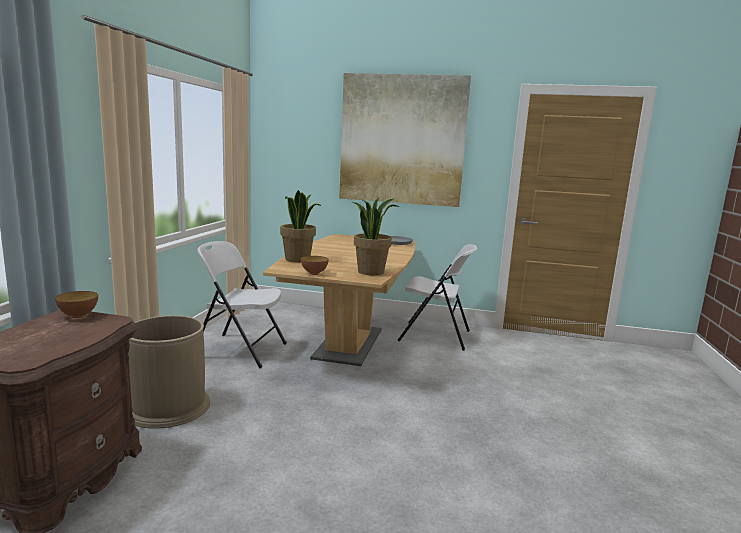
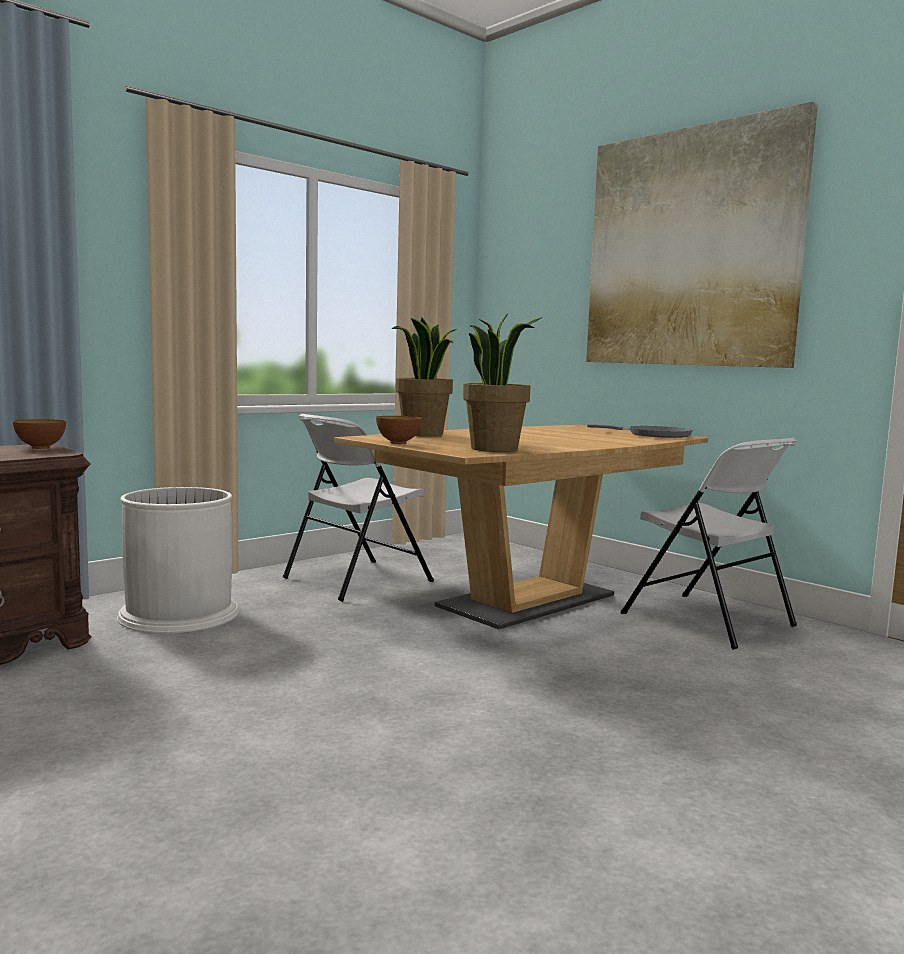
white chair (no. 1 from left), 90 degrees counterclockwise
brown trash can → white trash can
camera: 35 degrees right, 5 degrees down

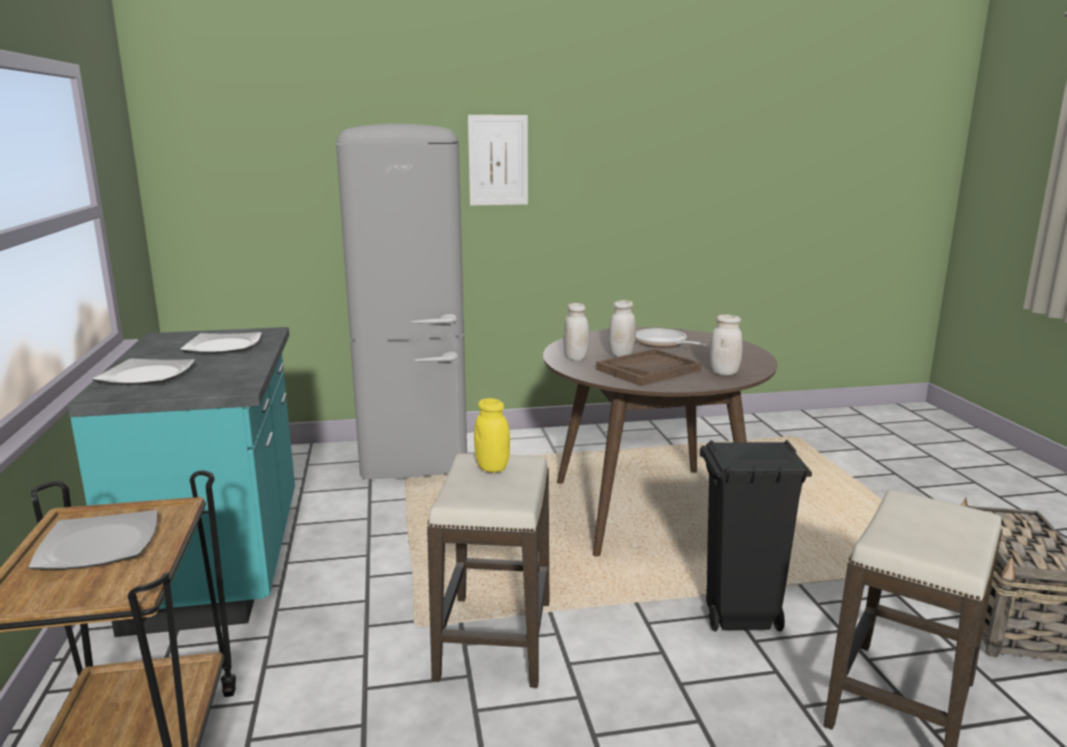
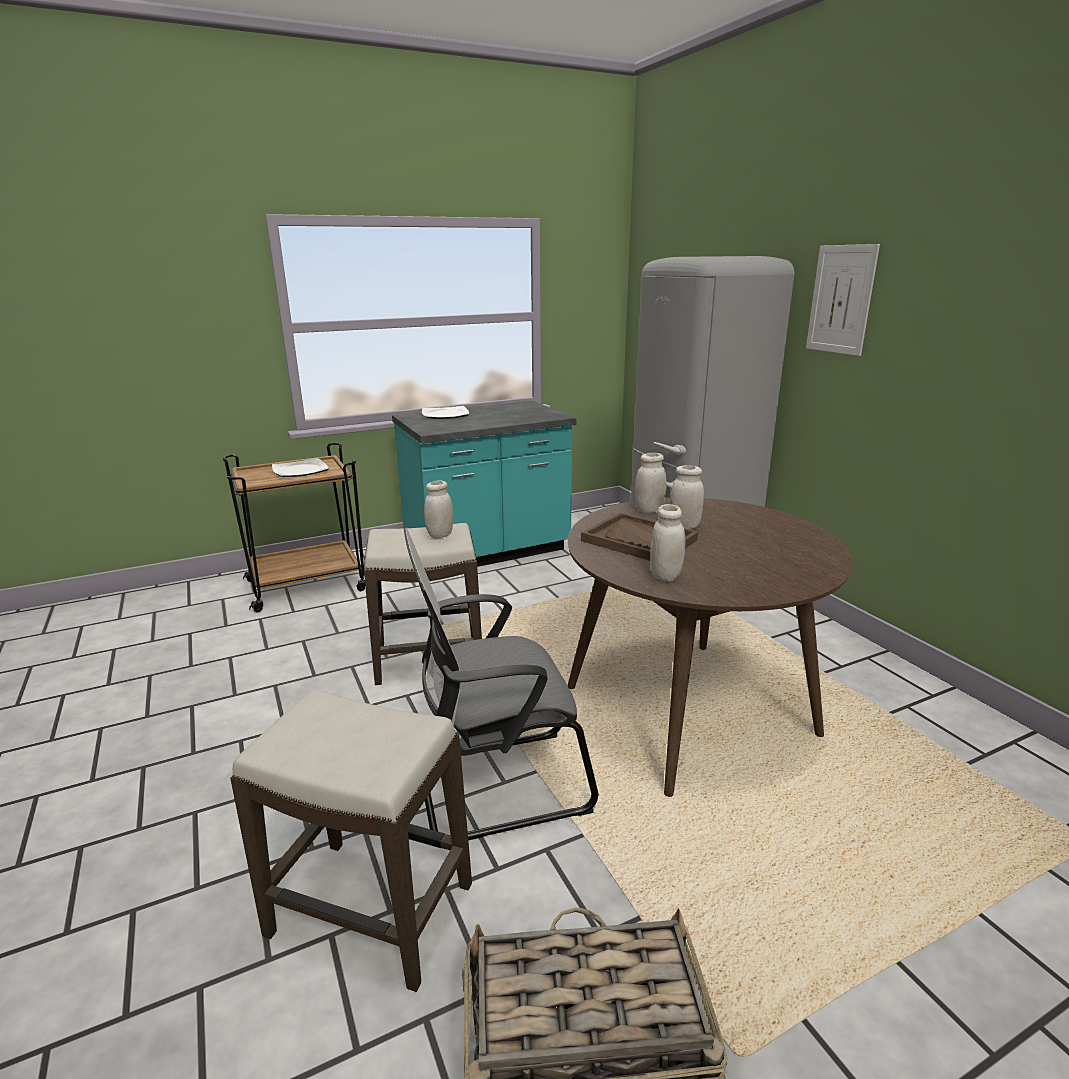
frying pan → -
plate (no. 3 from left) → -
yellow jar → white jar (no. 1 from left)
black trash can → chair
camera: 75 degrees right, 5 degrees up

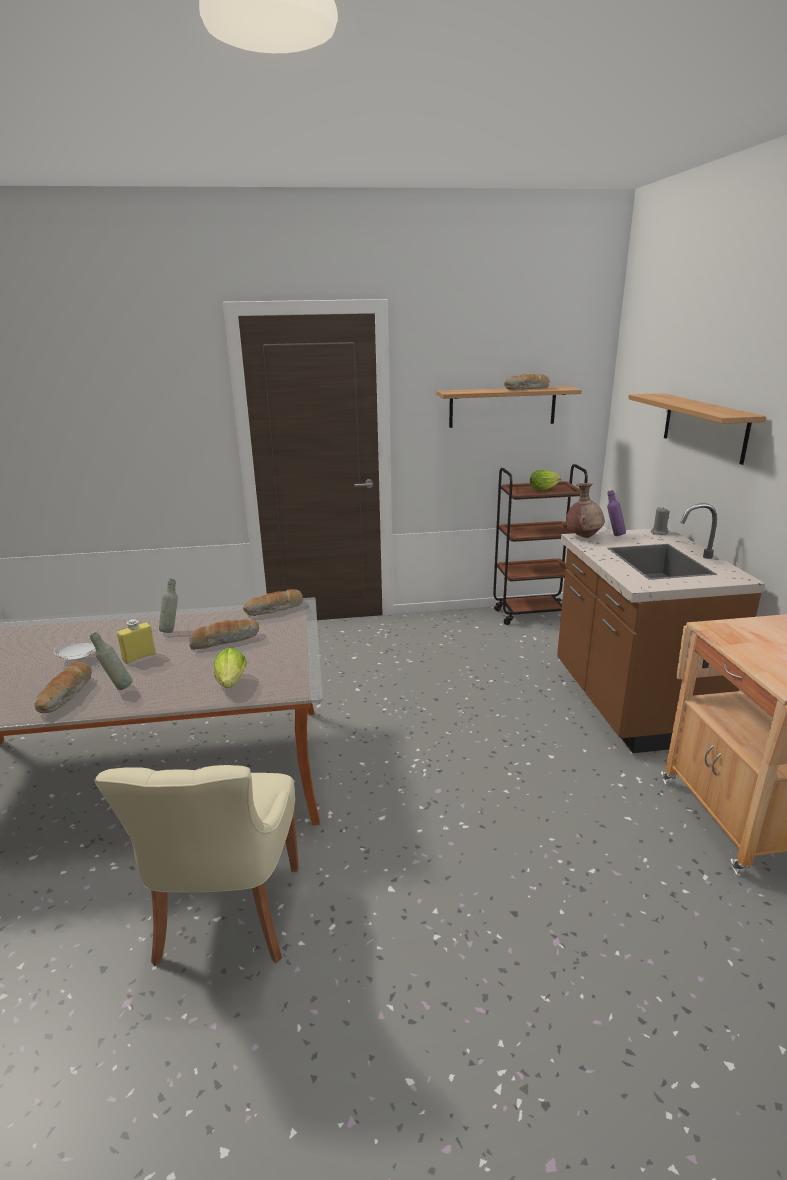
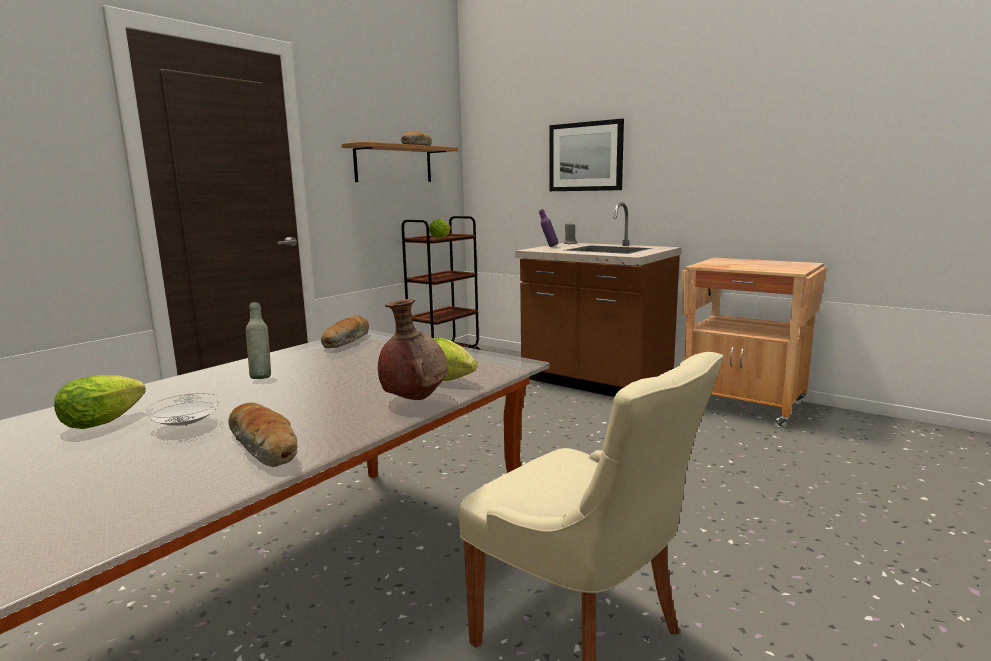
shelf (no. 2 from left) → picture
brown vase, shifted
yellow bottle → -
bread (no. 2 from left) → -
grey bottle (no. 1 from left) → -
- → lettuce (no. 1 from left)
camera: 45 degrees left, 10 degrees down

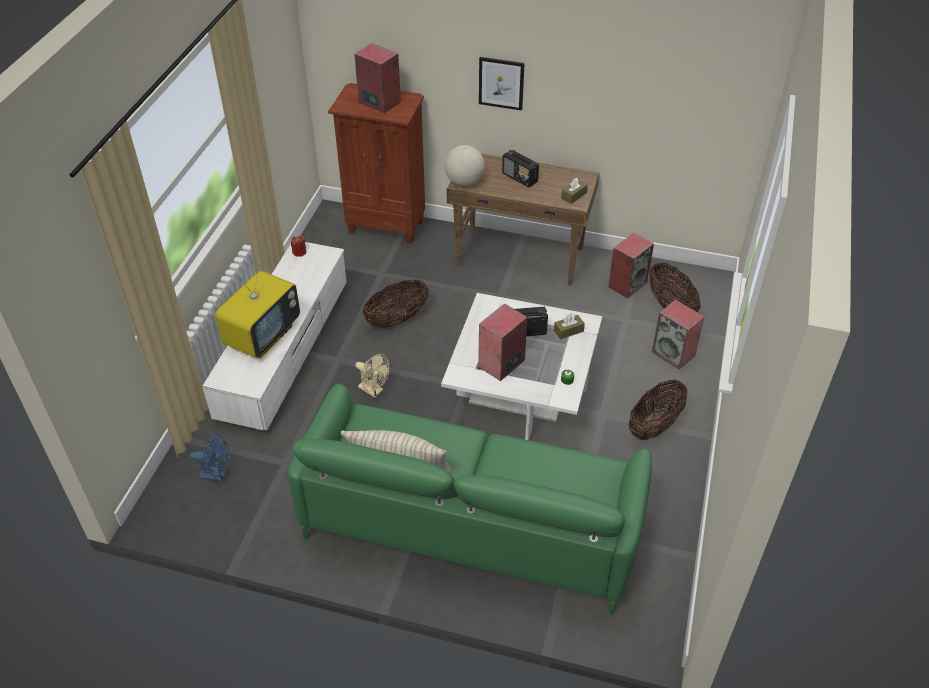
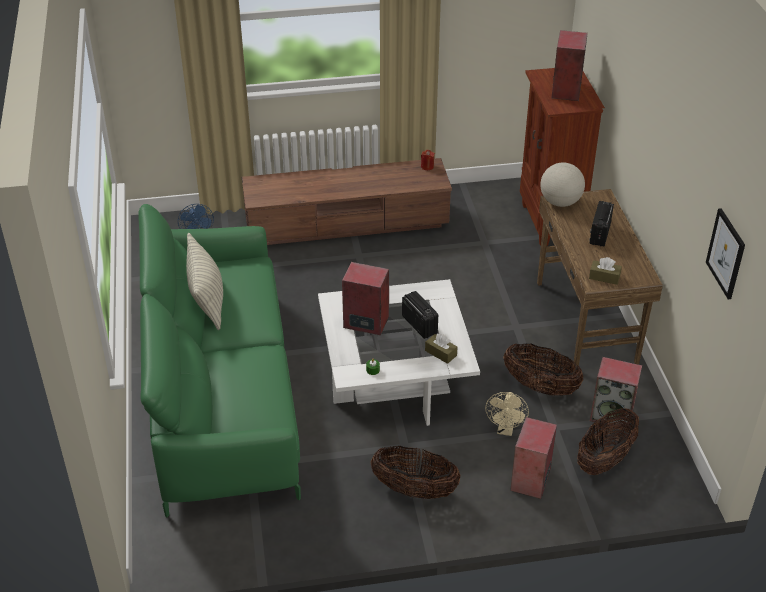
picture, shifted
white tv stand → brown tv stand
television → -
basket (no. 1 from left in the first image) → basket (no. 2 from left), shifted
beige fan, shifted
camera: 65 degrees right, 5 degrees down

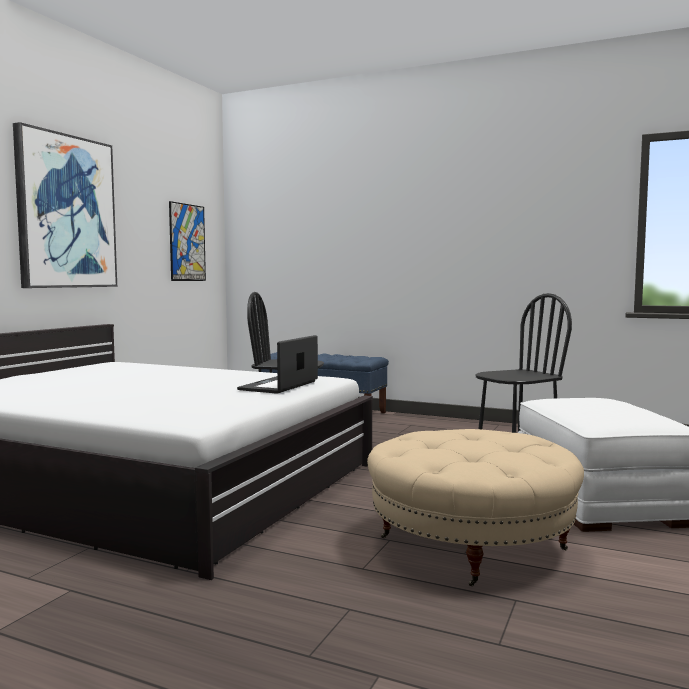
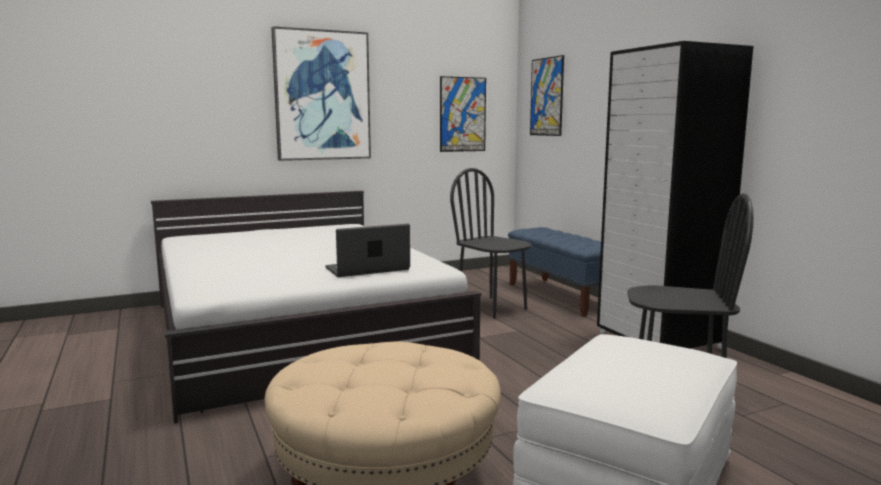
- → wardrobe
- → picture (no. 3 from left)
camera: 40 degrees right, 5 degrees up

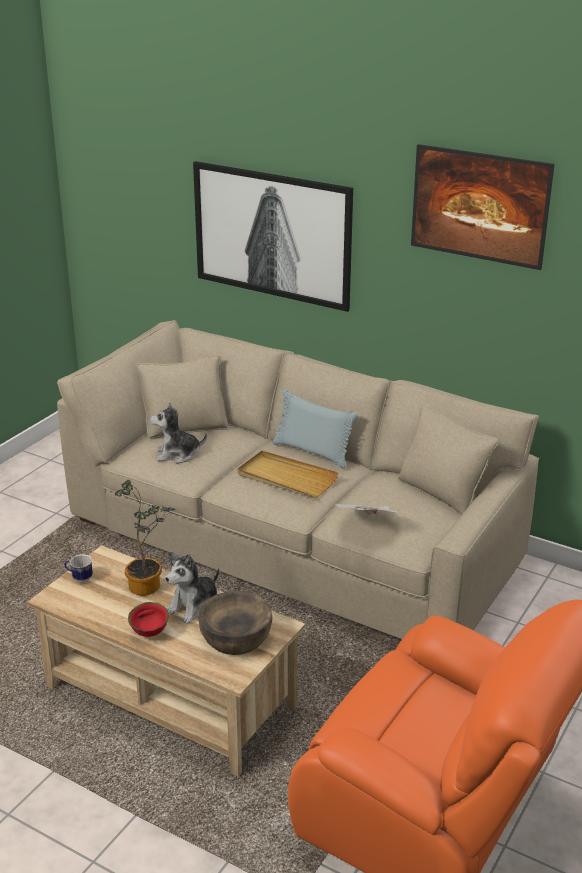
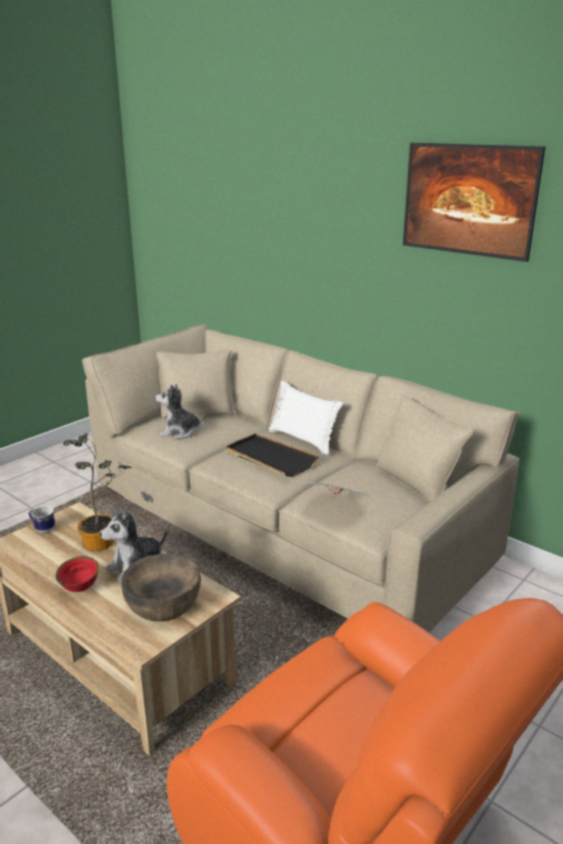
picture (no. 1 from left) → -
blue pillow → white pillow
beige tray → black tray
camera: 10 degrees right, 5 degrees down

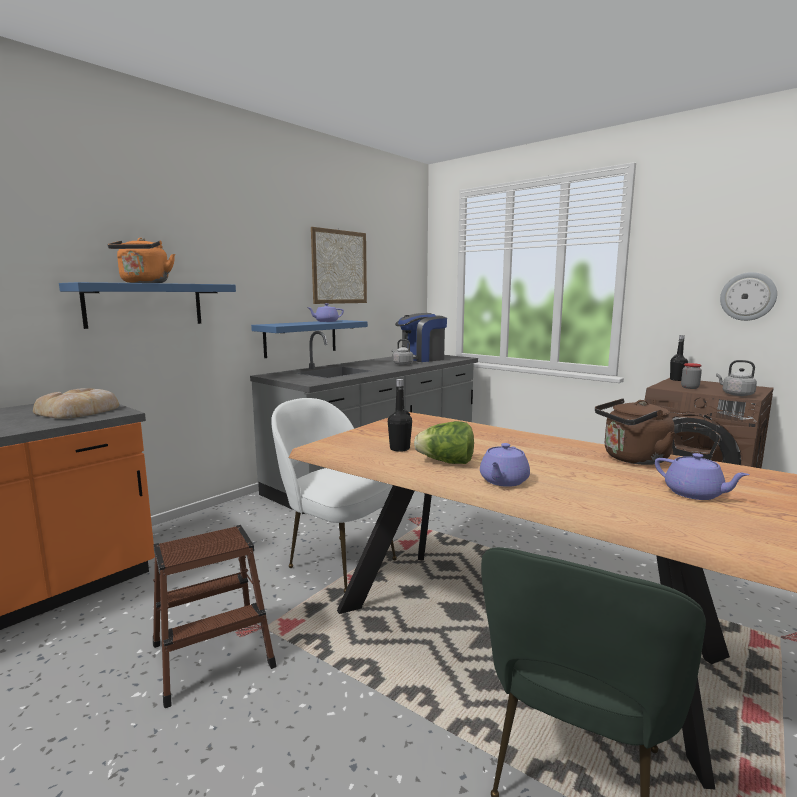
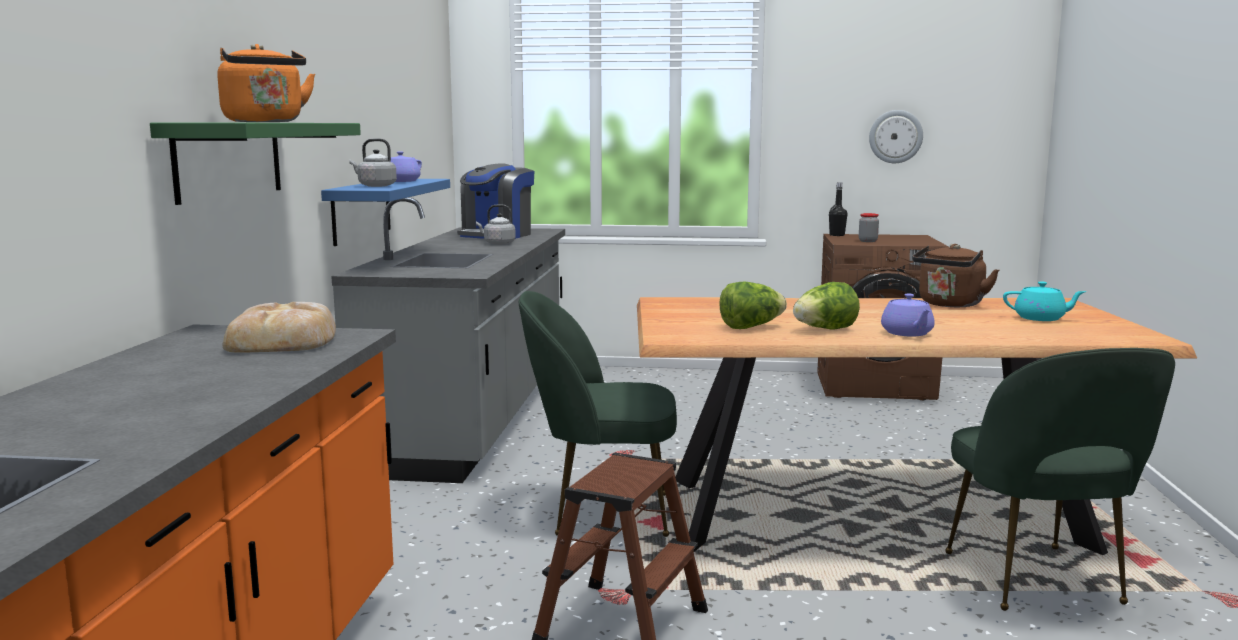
picture → -
blue shelf (no. 1 from left) → green shelf
grey kettle (no. 2 from left in the first image) → grey kettle (no. 1 from left), shifted
black bottle (no. 1 from left) → lettuce (no. 1 from left)
white chair → green chair (no. 1 from left)
purple teapot (no. 3 from left) → turquoise teapot
camera: 35 degrees left, 0 degrees up

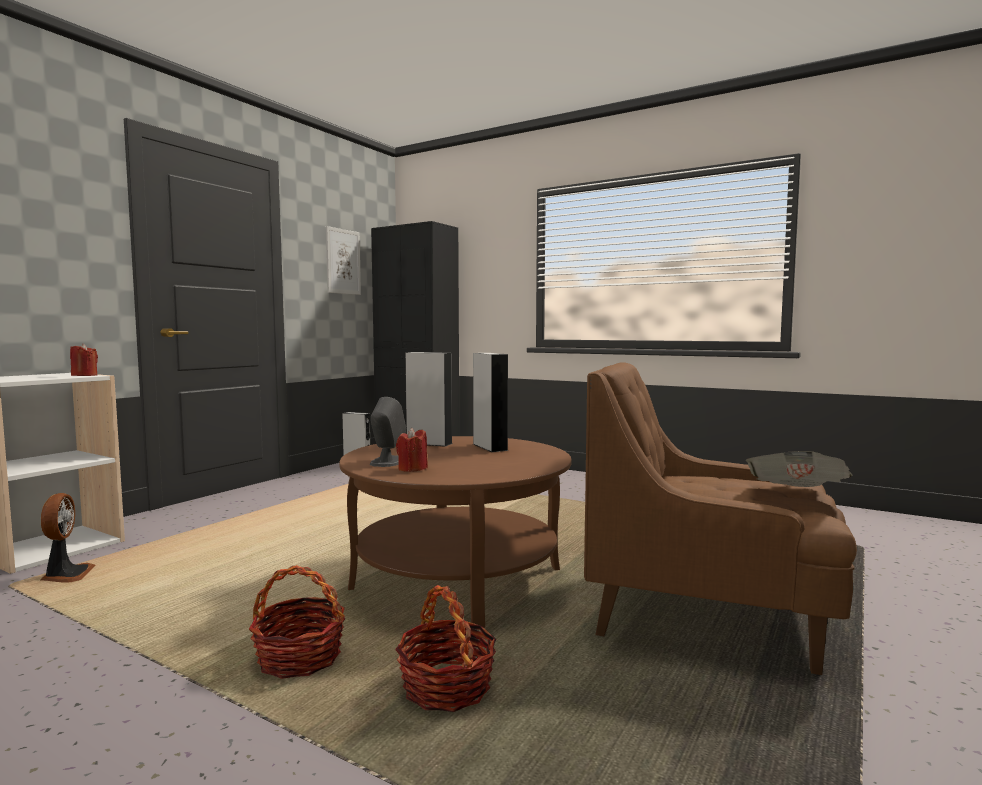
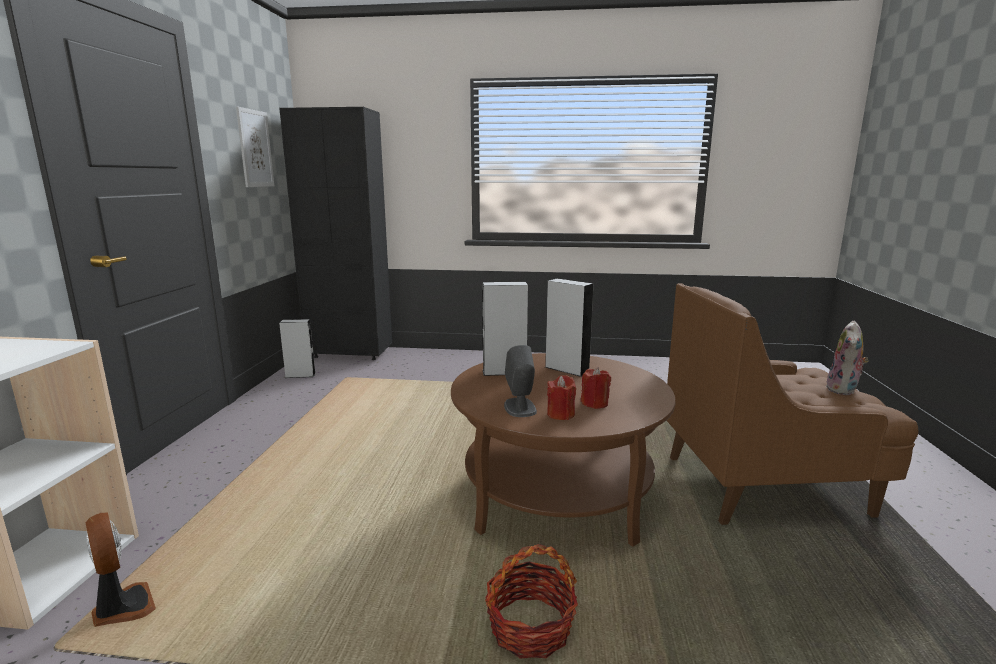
red candle (no. 1 from left in the first image) → red candle (no. 2 from left), shifted
newspaper → plush toy
basket (no. 2 from left) → -
camera: 25 degrees left, 10 degrees up

